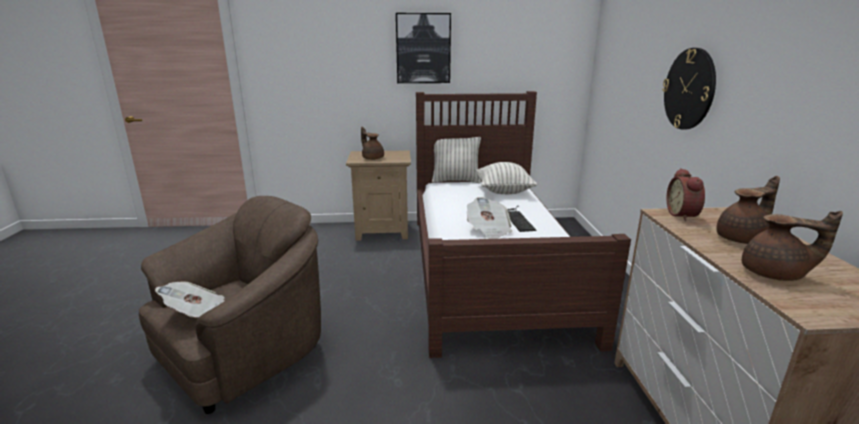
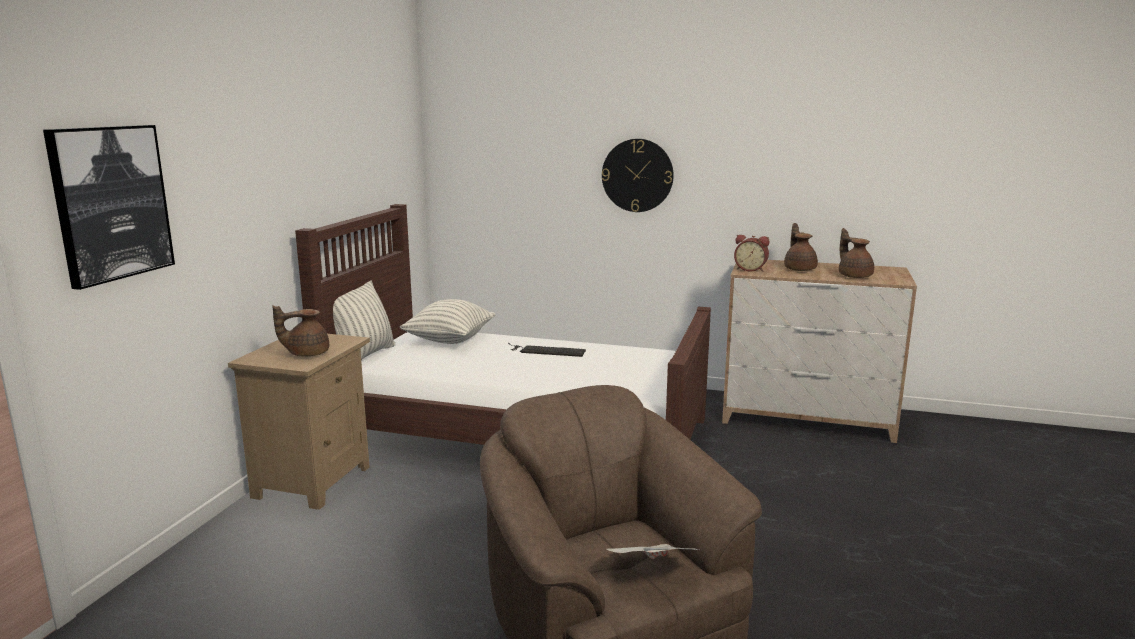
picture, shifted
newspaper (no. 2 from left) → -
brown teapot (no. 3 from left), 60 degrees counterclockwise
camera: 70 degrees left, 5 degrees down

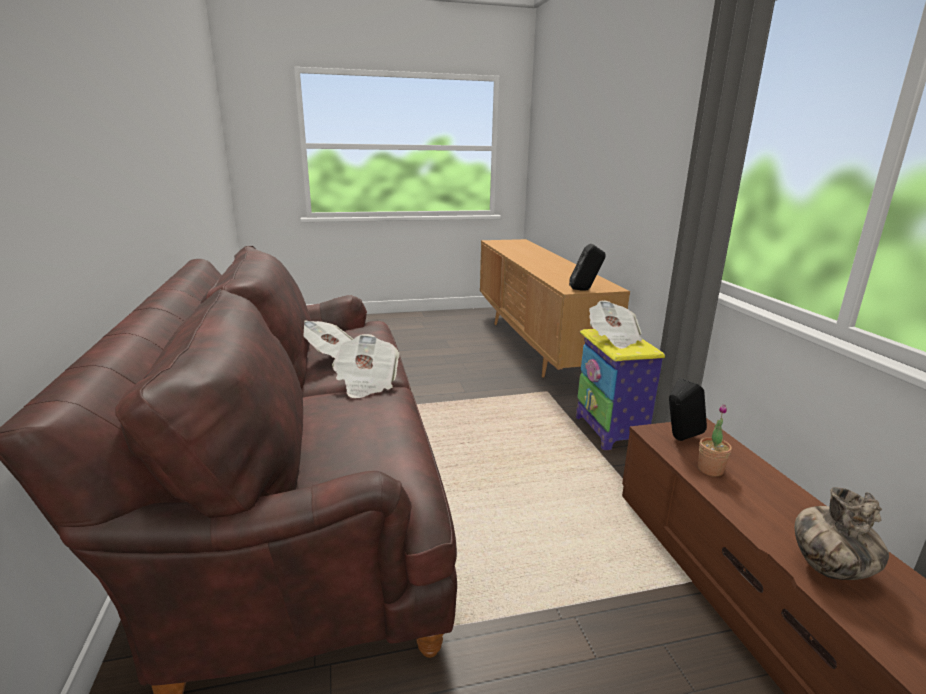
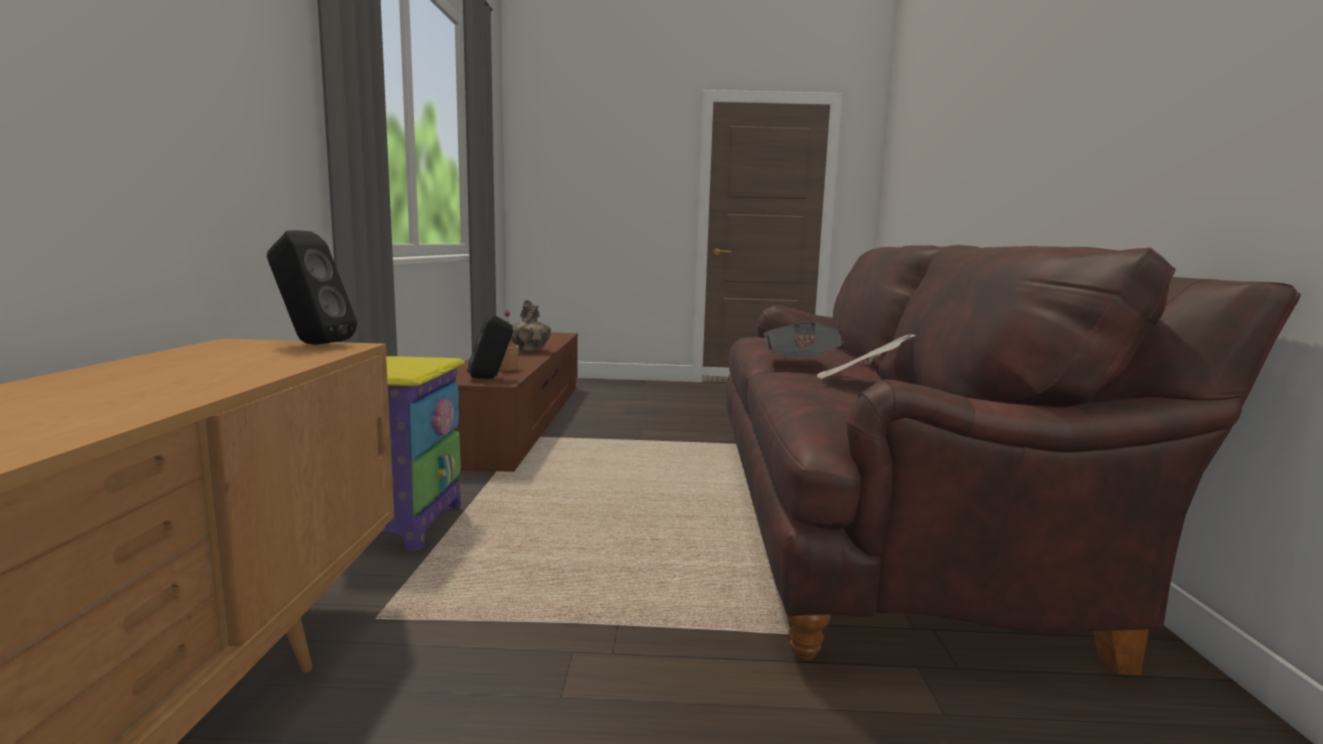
newspaper (no. 3 from left) → -
camera: 165 degrees left, 10 degrees down

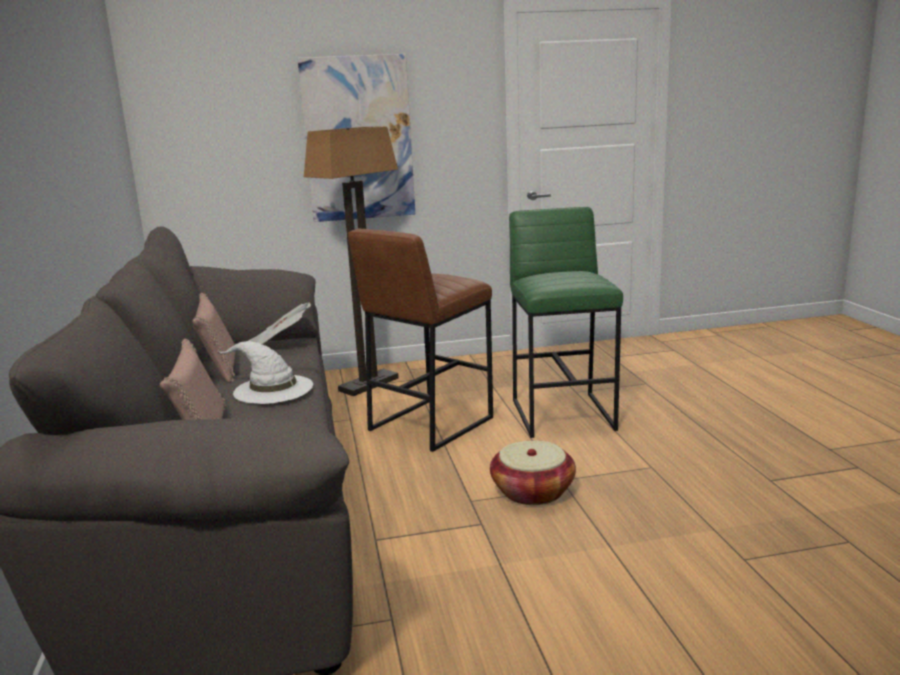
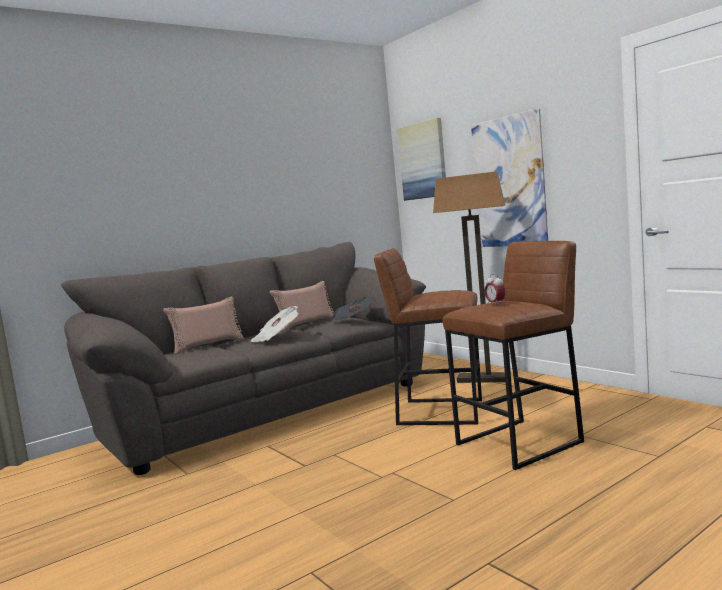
green stool → brown stool (no. 2 from left)
white hat → newspaper (no. 1 from left)
basket → -
- → picture (no. 1 from left)
- → alarm clock
camera: 65 degrees right, 10 degrees down

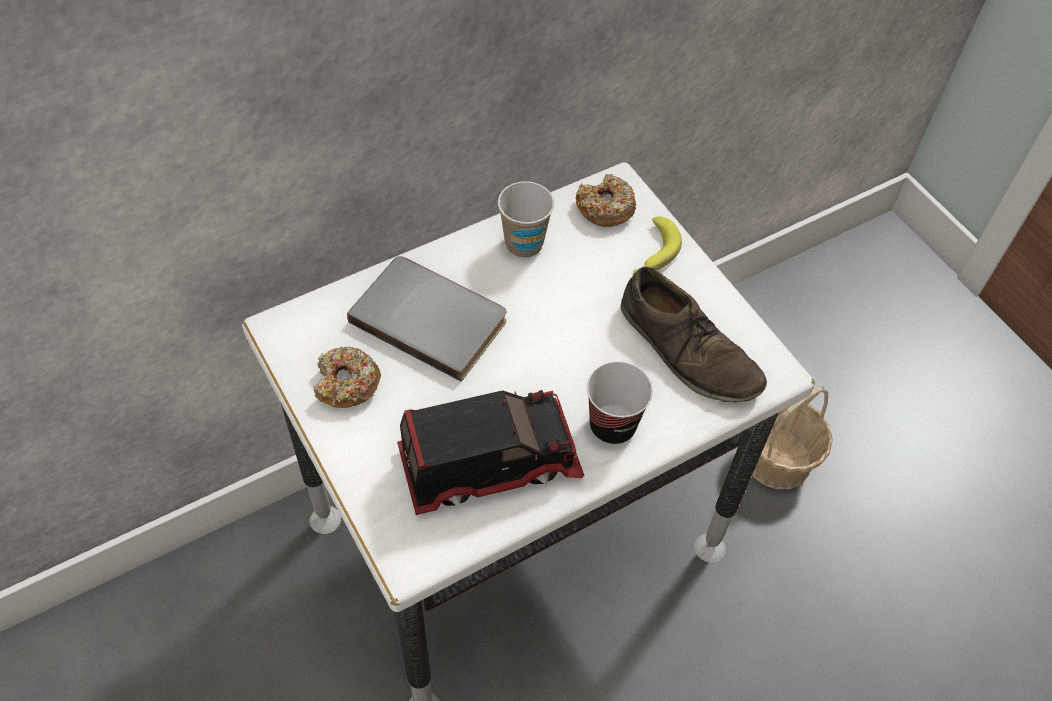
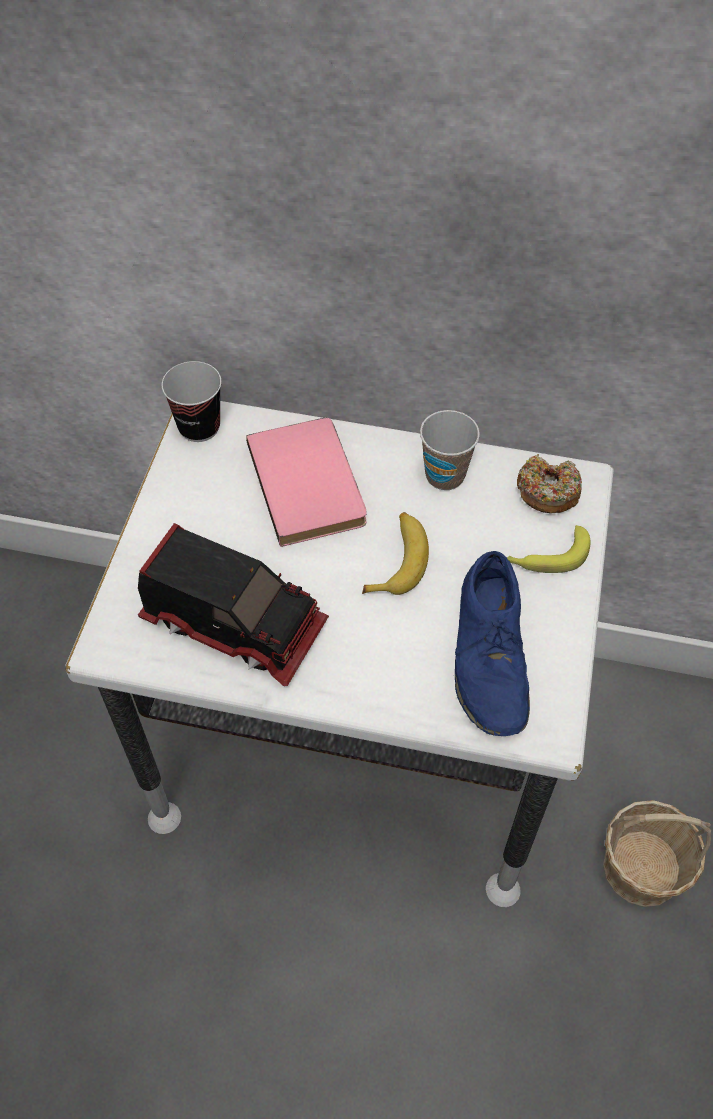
grey book → pink book
brown shoe → blue shoe
donut (no. 1 from left) → -
cup (no. 2 from left in the first image) → cup (no. 1 from left), shifted
- → banana (no. 1 from left)
camera: 45 degrees right, 0 degrees up

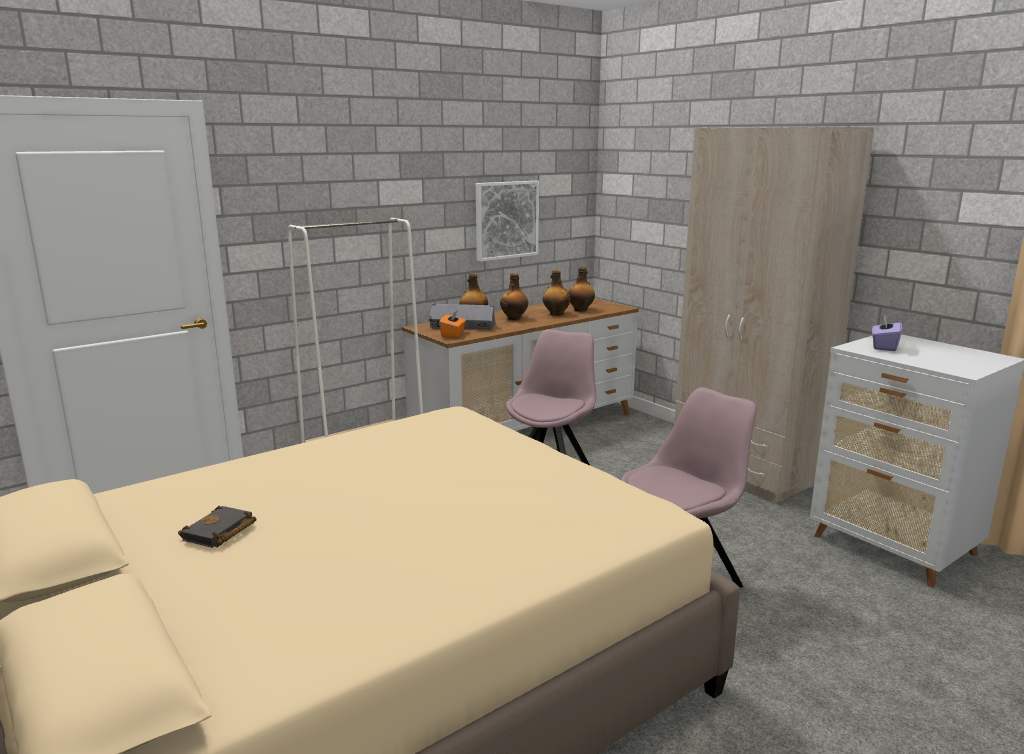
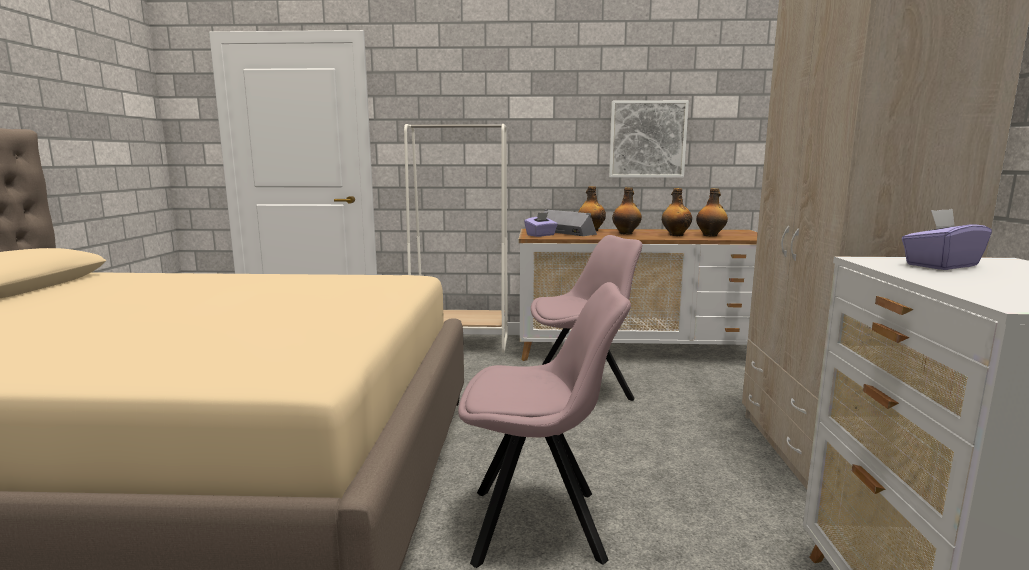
orange tissue box → purple tissue box (no. 1 from left)
black book → -
camera: 40 degrees right, 5 degrees down

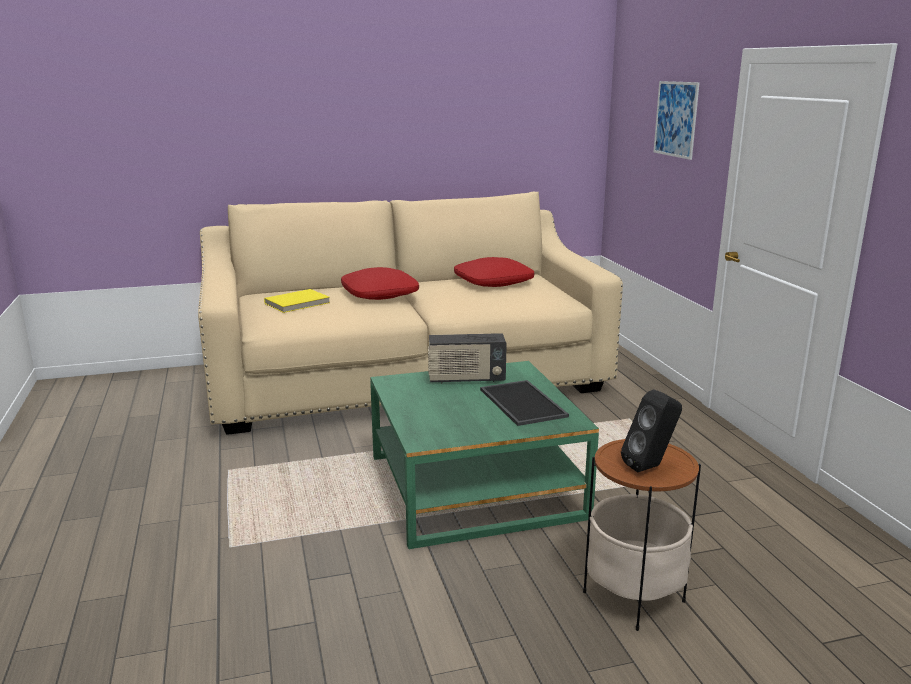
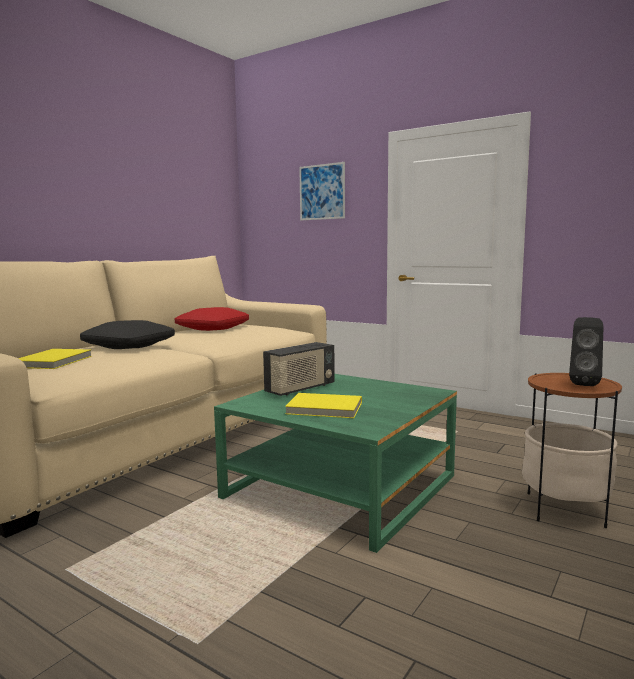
red pillow (no. 1 from left) → black pillow
tray → -
- → yellow book (no. 2 from left)
camera: 40 degrees left, 10 degrees down

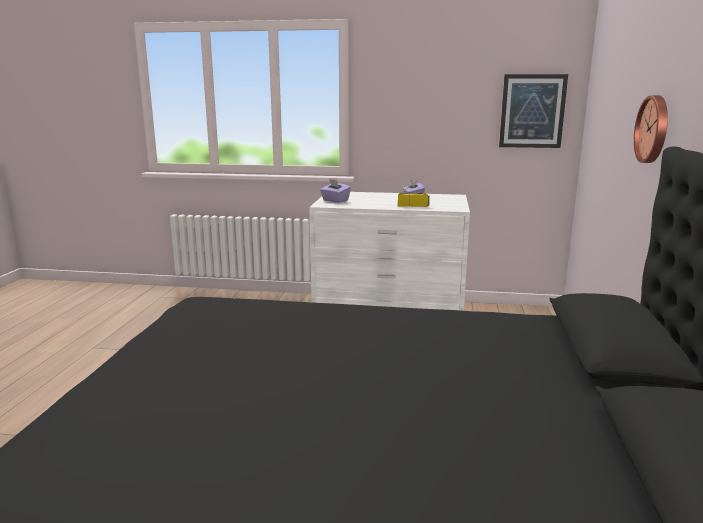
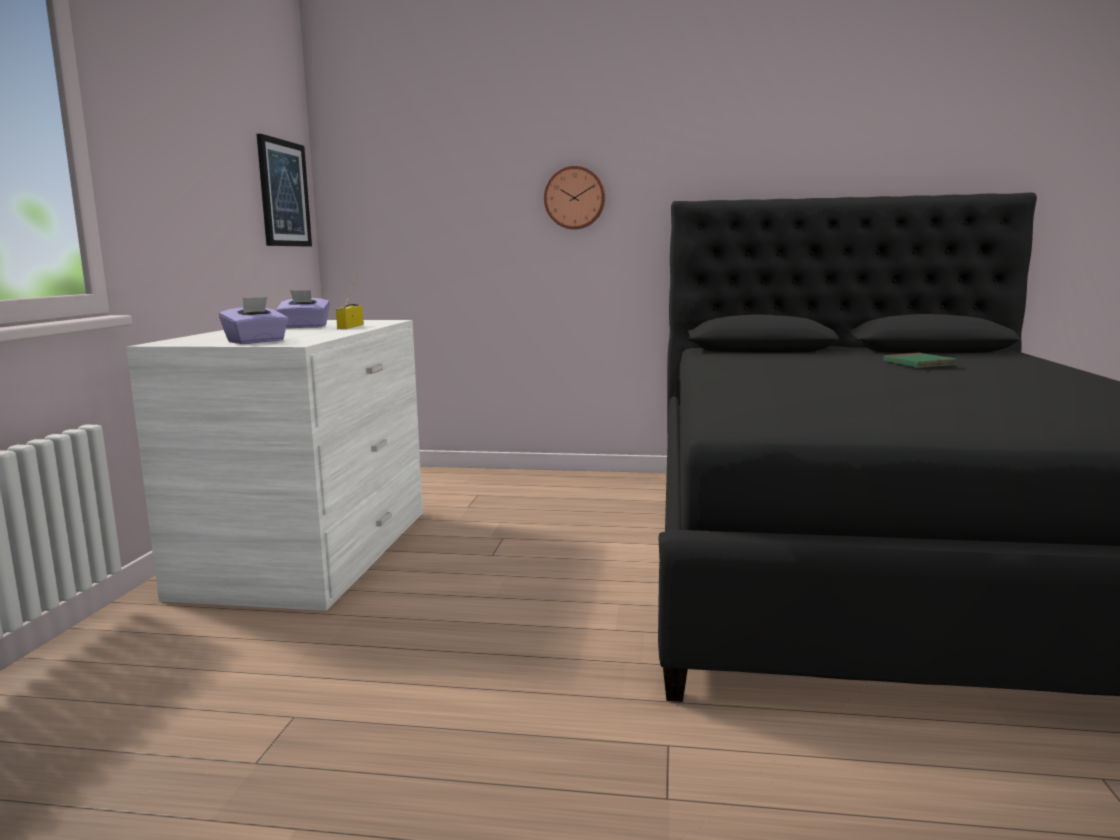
- → green book
camera: 90 degrees left, 5 degrees down

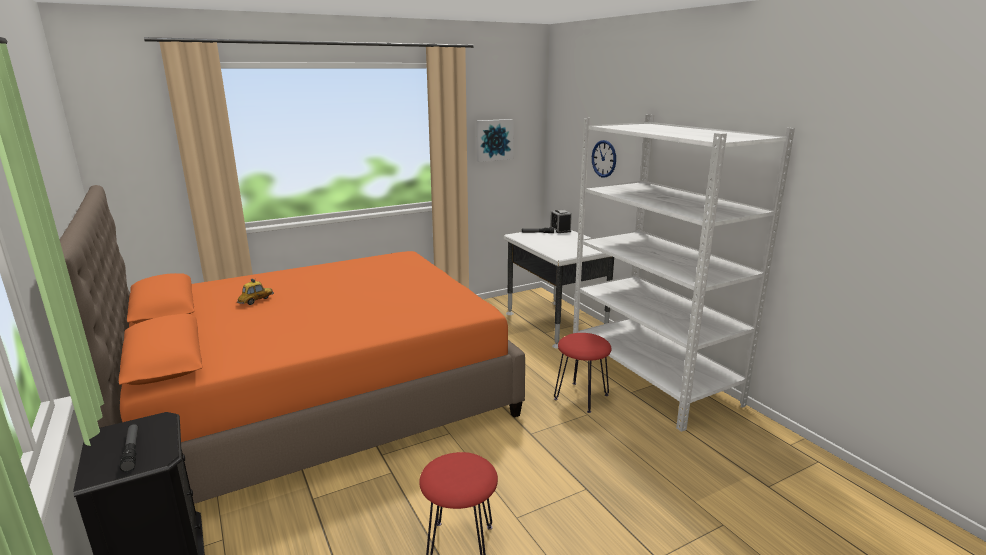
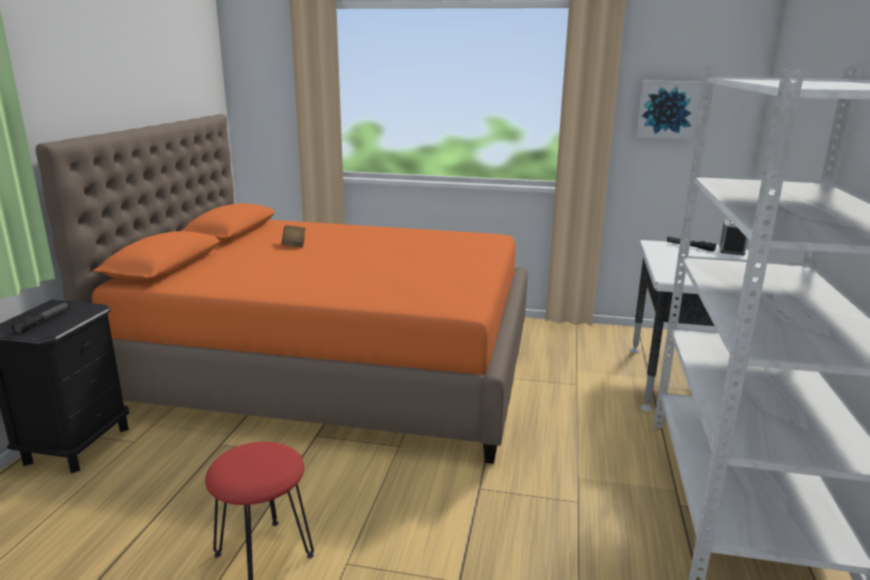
wall clock → -
toy car → brown book
red stool (no. 2 from left) → -
camera: 40 degrees right, 0 degrees up

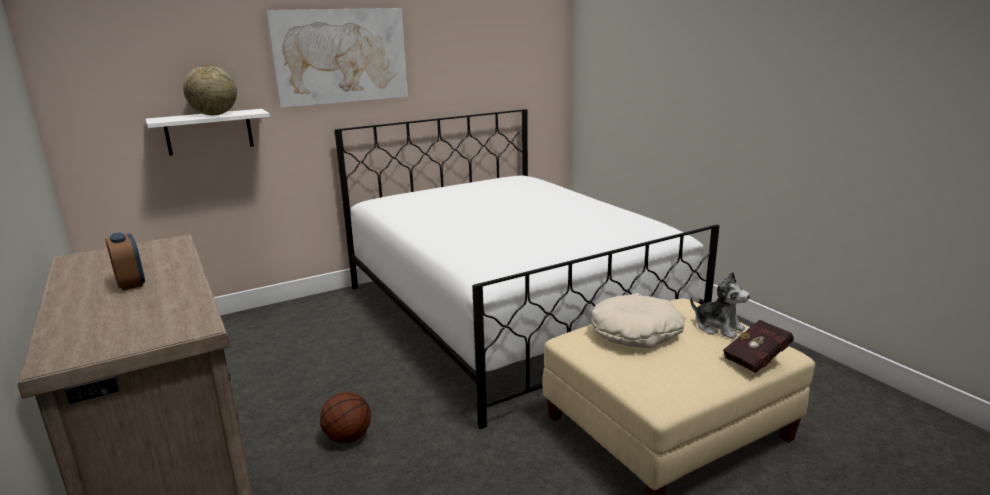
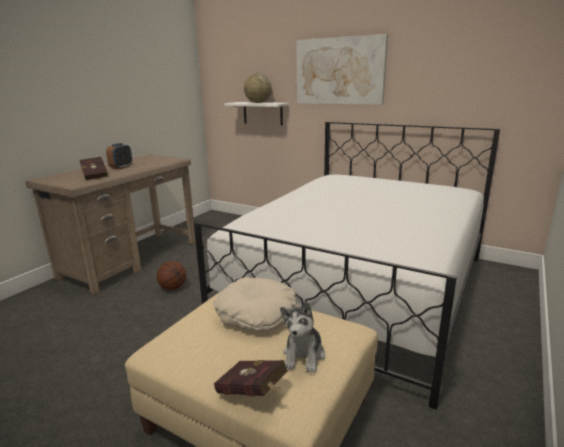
- → red book (no. 1 from left)
camera: 60 degrees right, 0 degrees up

